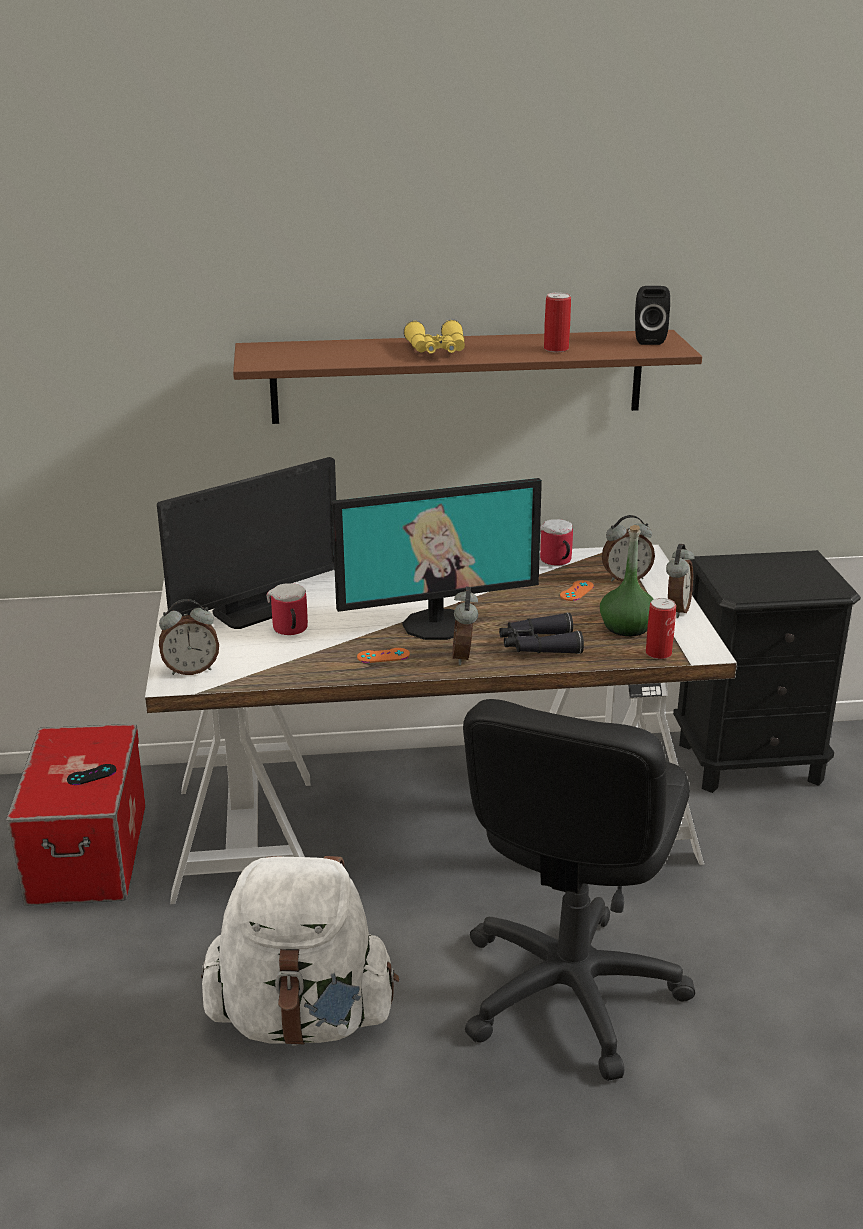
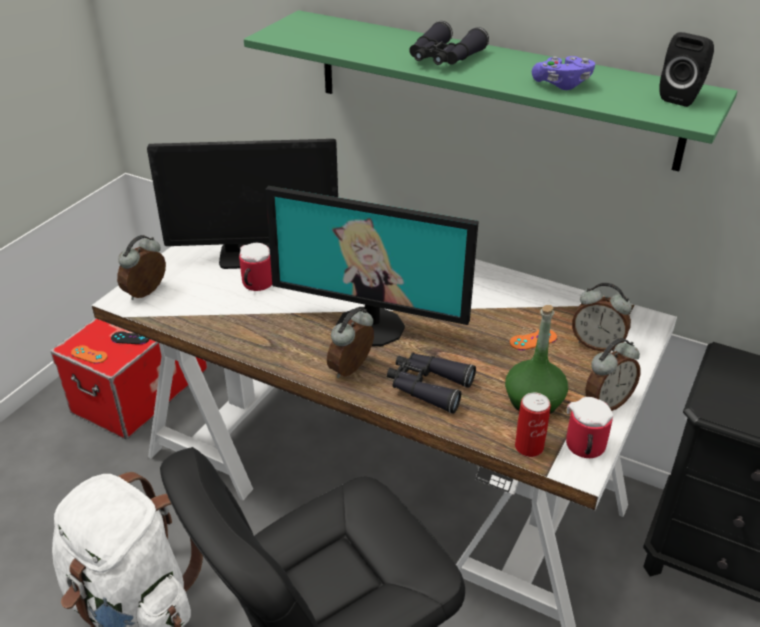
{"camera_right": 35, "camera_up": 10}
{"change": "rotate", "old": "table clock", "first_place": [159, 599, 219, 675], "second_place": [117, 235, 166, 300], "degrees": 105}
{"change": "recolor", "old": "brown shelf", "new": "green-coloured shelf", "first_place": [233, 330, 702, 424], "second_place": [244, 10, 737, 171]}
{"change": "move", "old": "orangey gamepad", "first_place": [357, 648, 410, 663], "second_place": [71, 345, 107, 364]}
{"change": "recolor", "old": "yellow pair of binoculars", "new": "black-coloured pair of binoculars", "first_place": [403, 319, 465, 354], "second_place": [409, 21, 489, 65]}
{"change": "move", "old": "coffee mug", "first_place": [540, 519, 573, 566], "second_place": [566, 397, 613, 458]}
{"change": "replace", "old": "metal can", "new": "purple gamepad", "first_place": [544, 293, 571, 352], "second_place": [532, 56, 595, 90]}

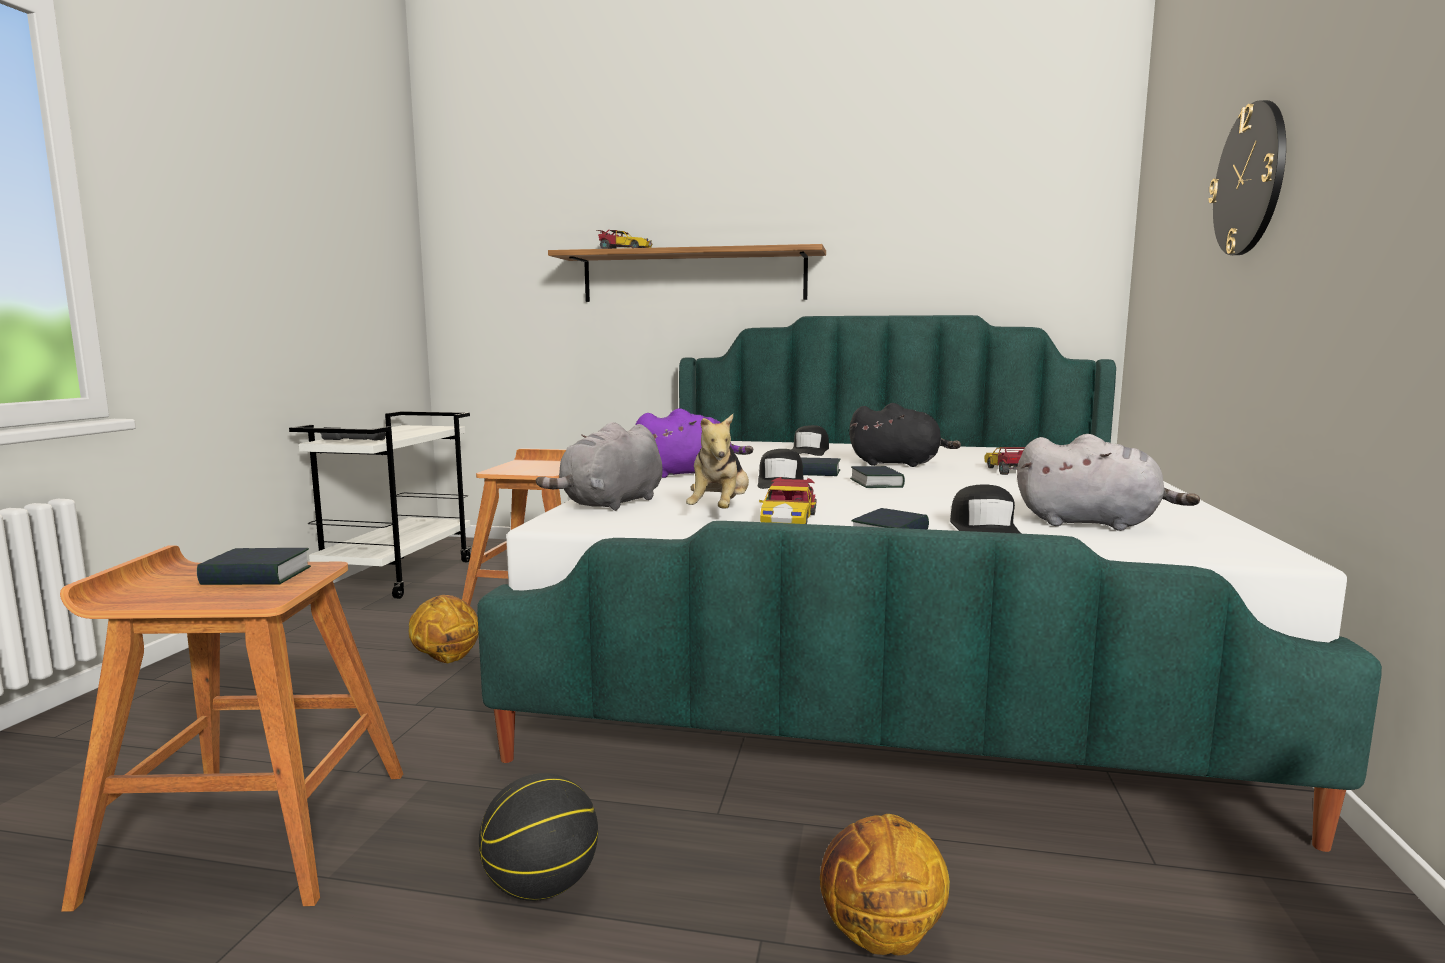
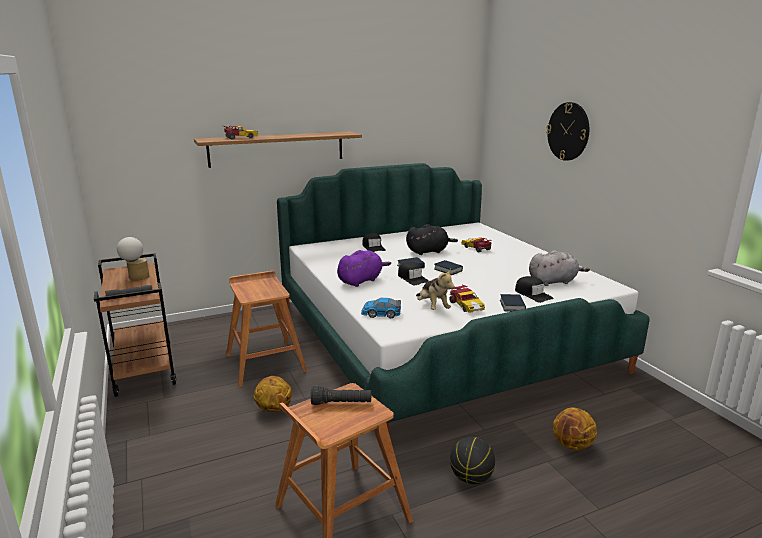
{"camera_right": -35, "camera_up": 10}
{"change": "replace", "old": "book", "new": "black-coloured hand torch", "first_place": [197, 548, 311, 585], "second_place": [311, 386, 371, 405]}
{"change": "recolor", "old": "whitish wheeled cart", "new": "brown wheeled cart", "first_place": [289, 411, 471, 599], "second_place": [94, 253, 176, 397]}
{"change": "replace", "old": "gray soft toy", "new": "miniature car", "first_place": [536, 422, 662, 511], "second_place": [361, 298, 401, 318]}
{"change": "insert", "new": "tabletop lamp", "second_place": [117, 237, 149, 281]}

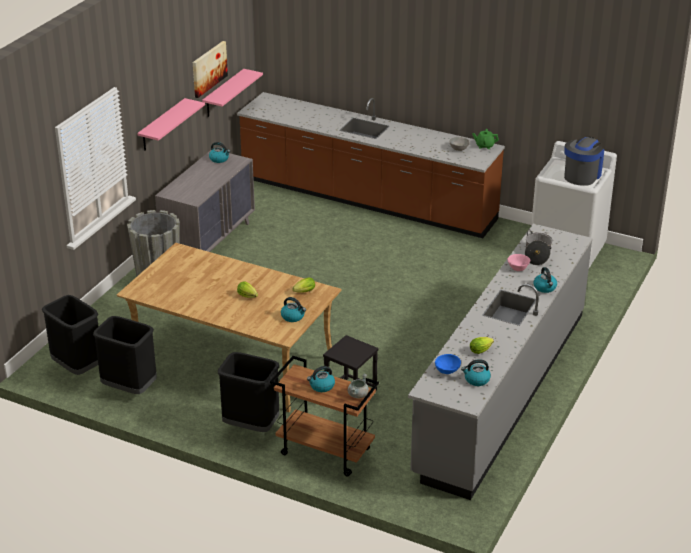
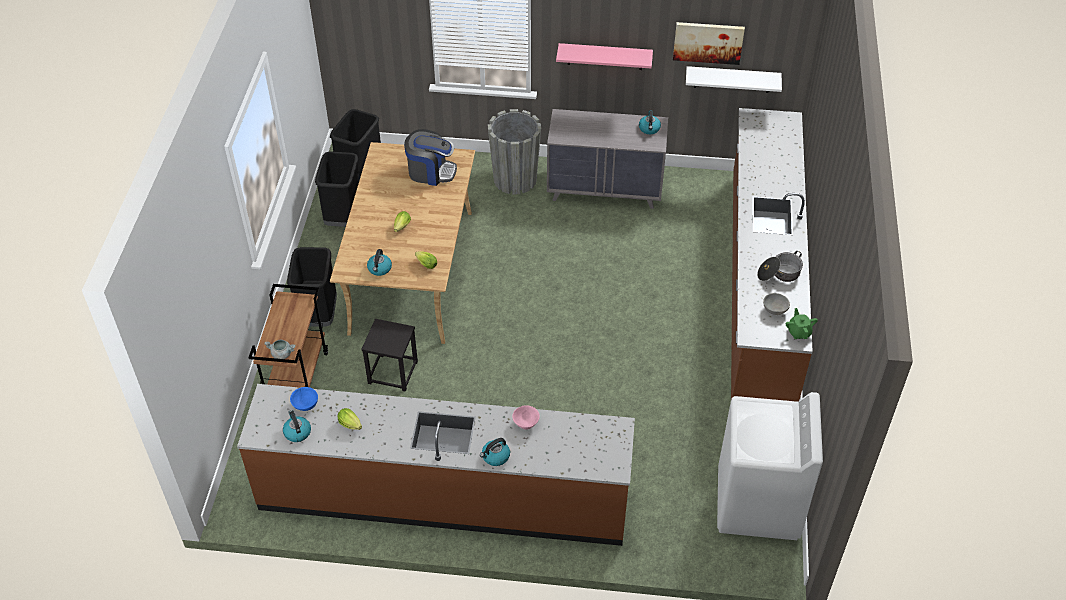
{"camera_right": 70, "camera_up": 15}
{"change": "recolor", "old": "pink-coloured shelf", "new": "whitish shelf", "first_place": [202, 69, 263, 117], "second_place": [686, 66, 782, 93]}
{"change": "delete", "old": "water kettle", "first_place": [307, 366, 335, 392]}
{"change": "recolor", "old": "gray kitchen counter", "new": "brown kitchen counter", "first_place": [408, 224, 593, 500], "second_place": [237, 384, 635, 546]}
{"change": "move", "old": "cooking pot", "first_place": [525, 230, 552, 265], "second_place": [757, 251, 803, 282]}
{"change": "move", "old": "coffee brewer", "first_place": [564, 137, 604, 186], "second_place": [404, 129, 457, 186]}

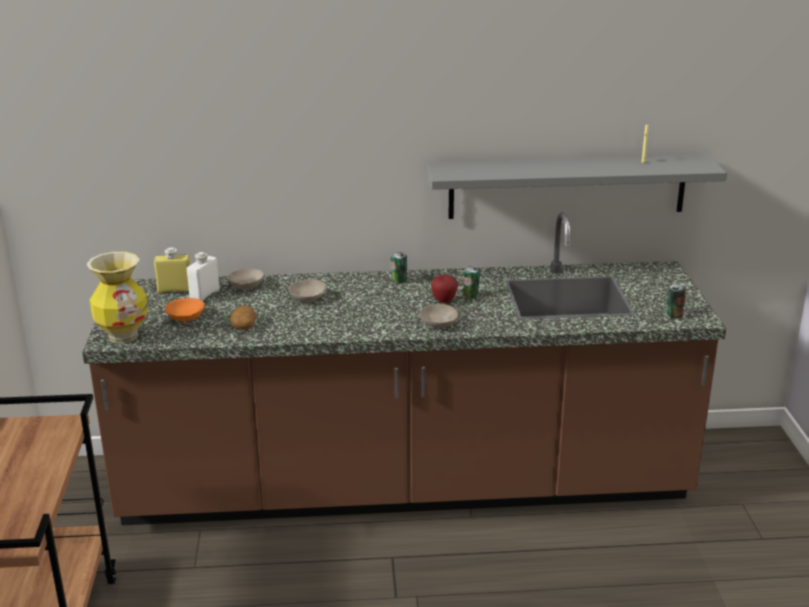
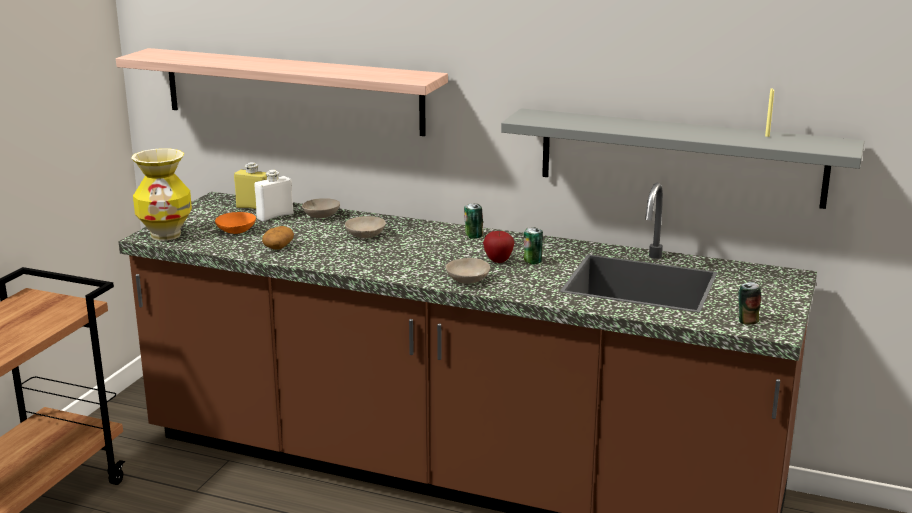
{"camera_right": 25, "camera_up": -5}
{"change": "insert", "new": "shelf", "second_place": [116, 48, 448, 136]}

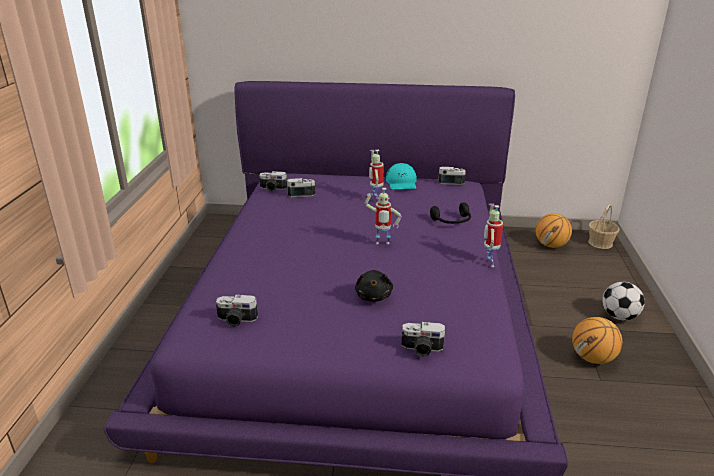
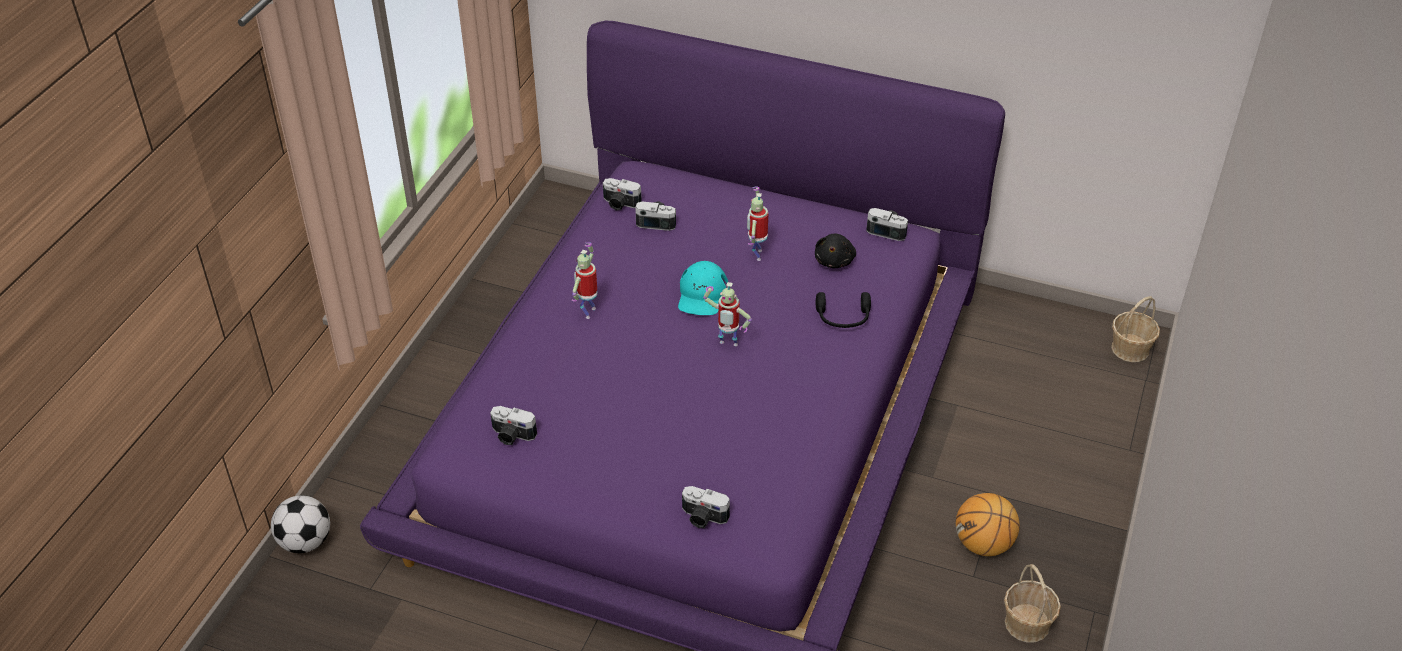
{"camera_right": 15, "camera_up": 15}
{"change": "move", "old": "black-coloured soft toy", "first_place": [355, 270, 393, 302], "second_place": [815, 233, 856, 268]}
{"change": "move", "old": "turquoise baseball cap", "first_place": [386, 163, 417, 189], "second_place": [678, 261, 728, 315]}
{"change": "move", "old": "model robot", "first_place": [484, 203, 503, 267], "second_place": [572, 242, 598, 319]}
{"change": "delete", "old": "ball for basketball", "first_place": [536, 213, 572, 248]}
{"change": "move", "old": "football", "first_place": [602, 282, 645, 320], "second_place": [271, 495, 330, 553]}
{"change": "insert", "new": "basket", "second_place": [1004, 564, 1061, 643]}

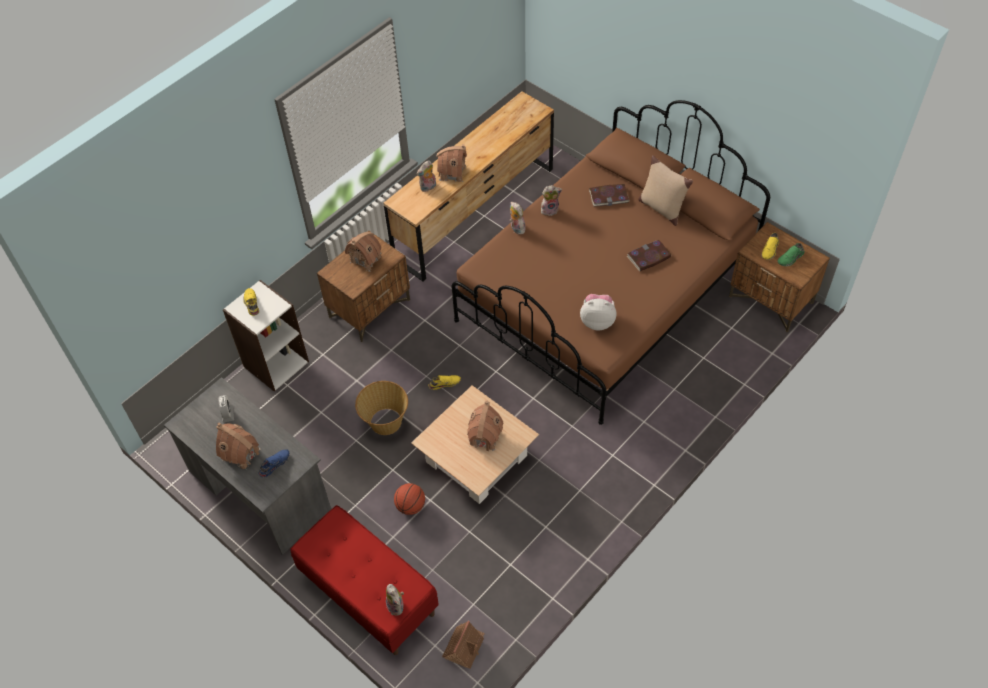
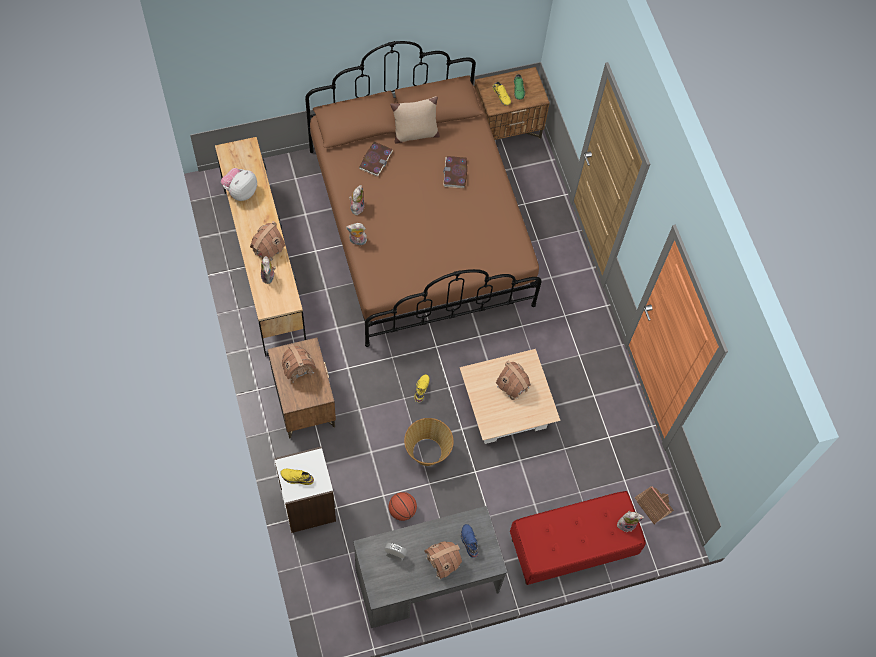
{"camera_right": -65, "camera_up": 10}
{"change": "move", "old": "ball for basketball", "first_place": [394, 483, 425, 515], "second_place": [388, 492, 417, 521]}
{"change": "move", "old": "soft toy", "first_place": [580, 294, 617, 330], "second_place": [221, 168, 257, 201]}

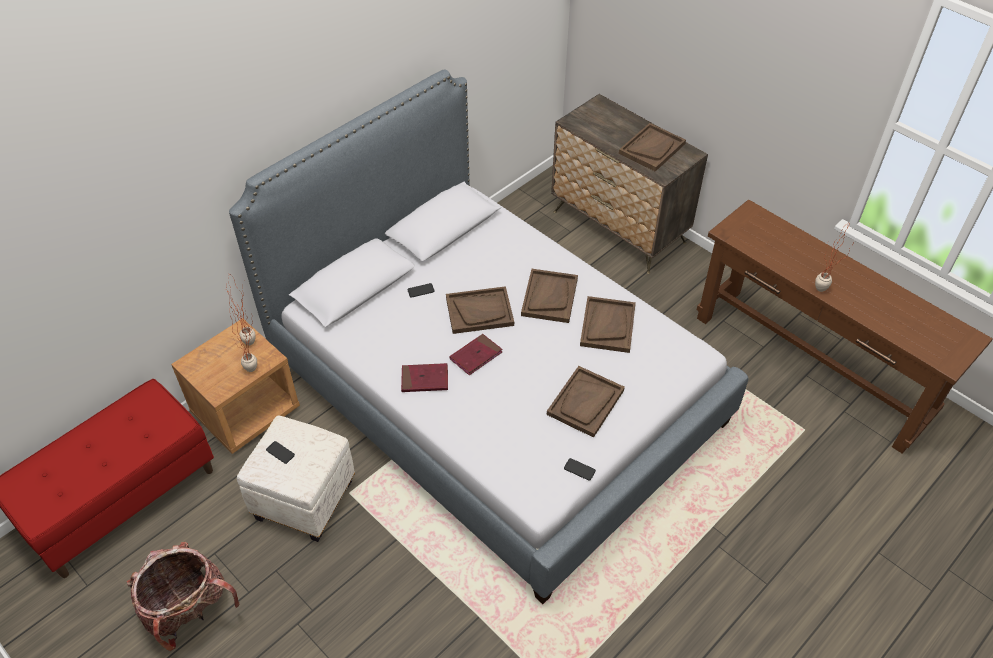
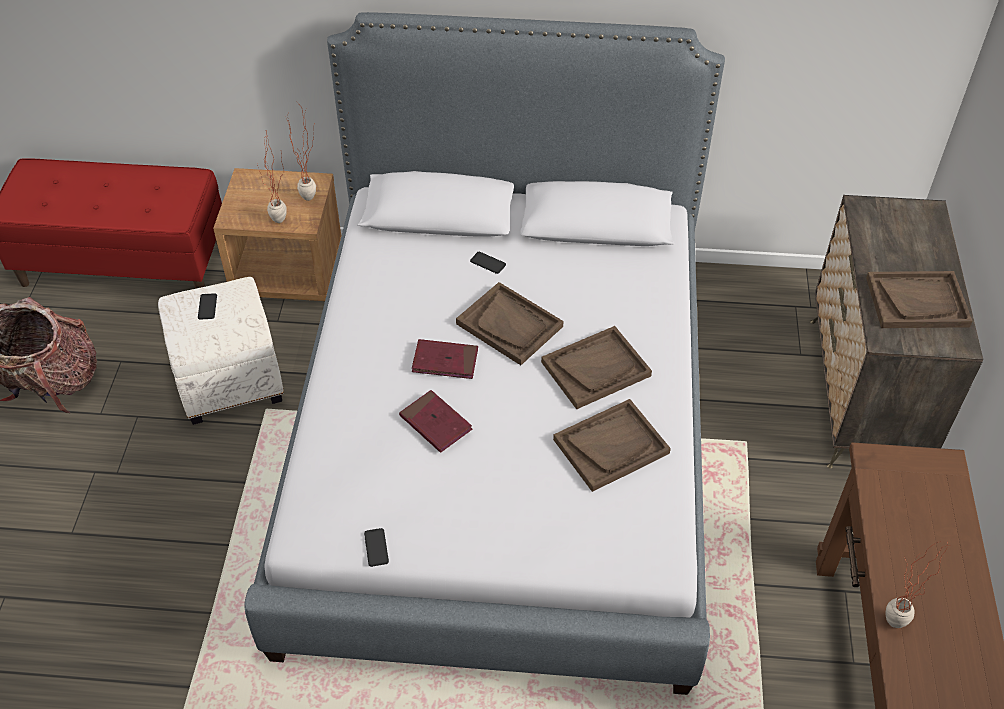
{"camera_right": 50, "camera_up": 0}
{"change": "move", "old": "red-coloured book", "first_place": [401, 363, 448, 392], "second_place": [399, 390, 472, 453]}
{"change": "delete", "old": "brown carrying tray", "first_place": [547, 366, 625, 438]}

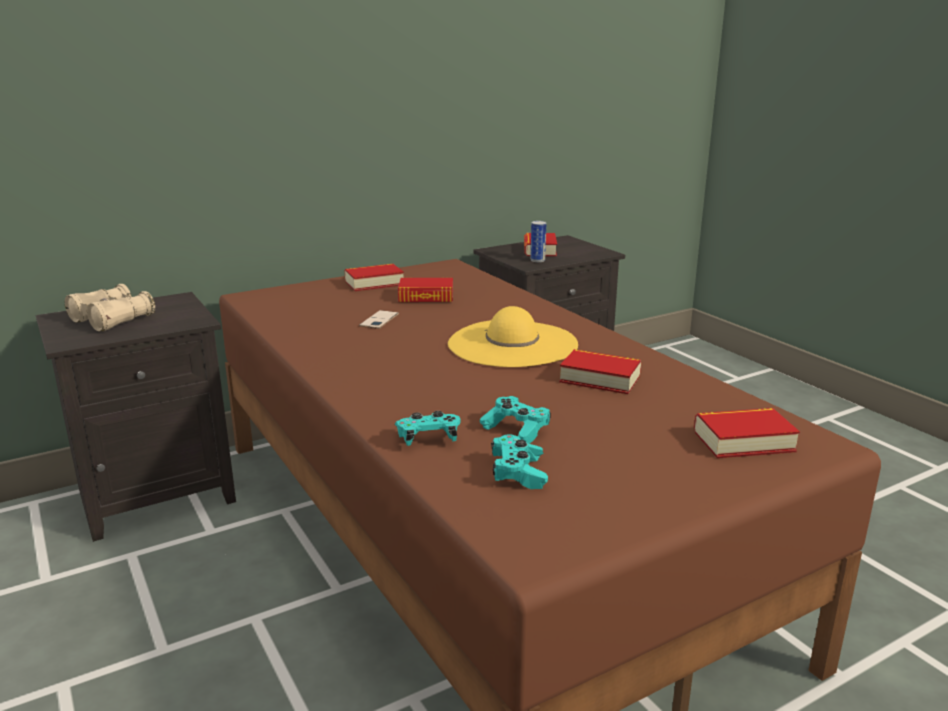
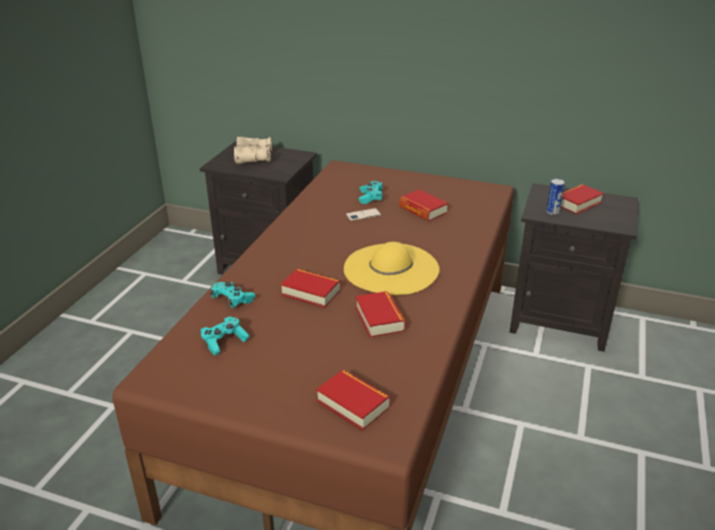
{"camera_right": 50, "camera_up": 10}
{"change": "move", "old": "book", "first_place": [345, 264, 404, 291], "second_place": [281, 269, 341, 308]}
{"change": "move", "old": "turquoise gamepad", "first_place": [480, 396, 551, 443], "second_place": [359, 181, 383, 204]}

